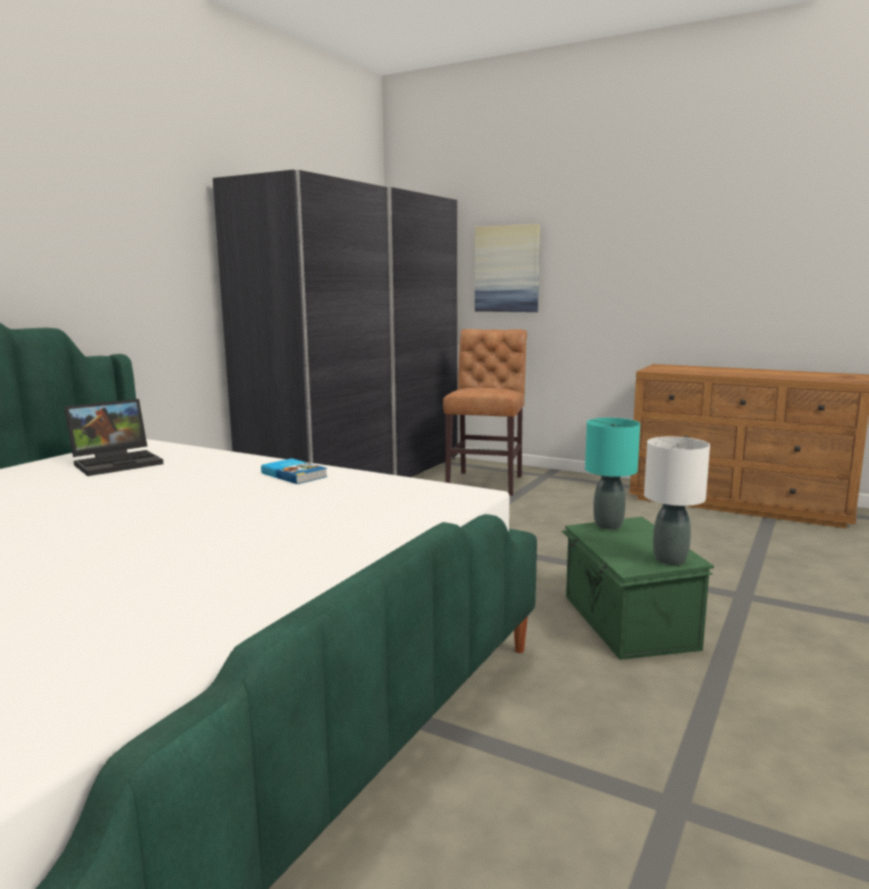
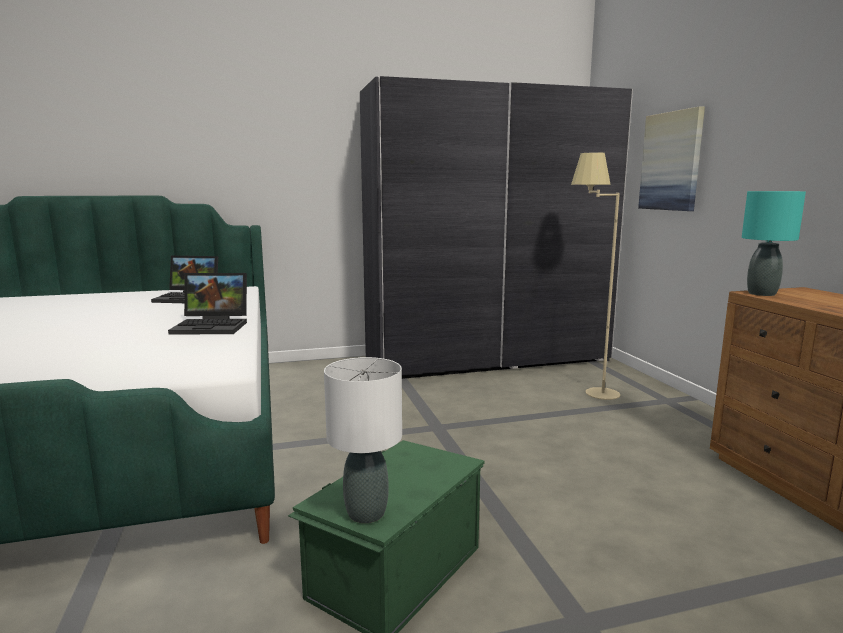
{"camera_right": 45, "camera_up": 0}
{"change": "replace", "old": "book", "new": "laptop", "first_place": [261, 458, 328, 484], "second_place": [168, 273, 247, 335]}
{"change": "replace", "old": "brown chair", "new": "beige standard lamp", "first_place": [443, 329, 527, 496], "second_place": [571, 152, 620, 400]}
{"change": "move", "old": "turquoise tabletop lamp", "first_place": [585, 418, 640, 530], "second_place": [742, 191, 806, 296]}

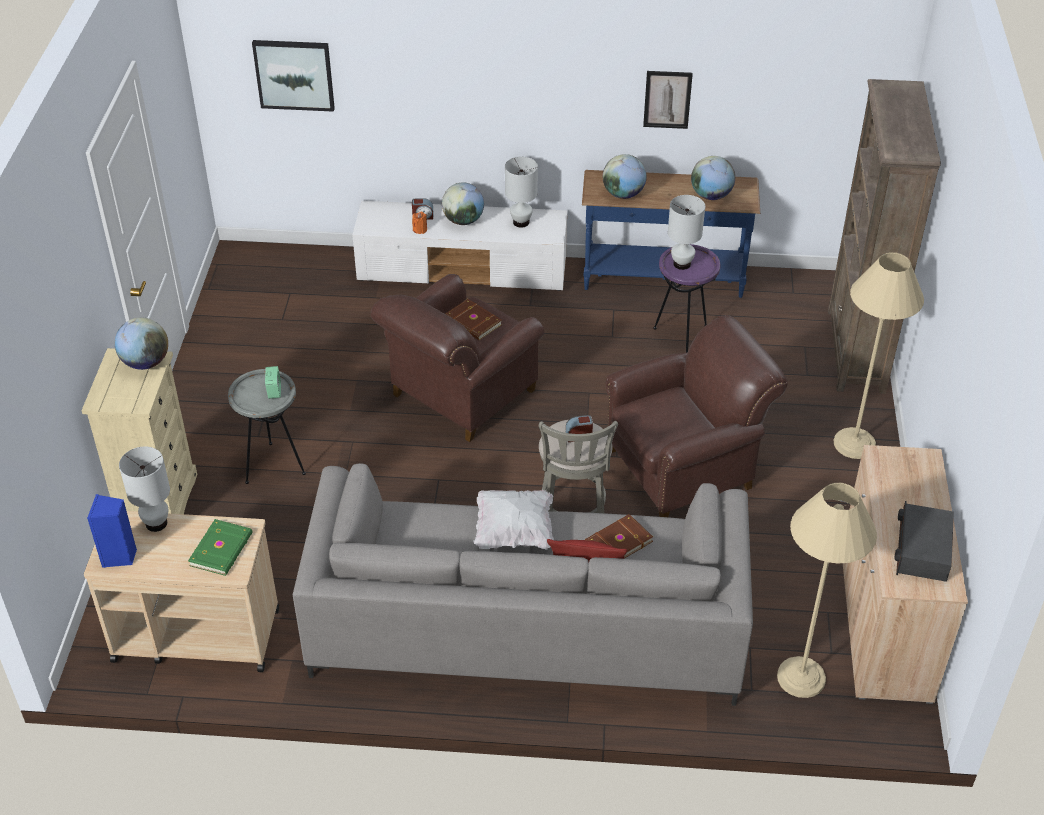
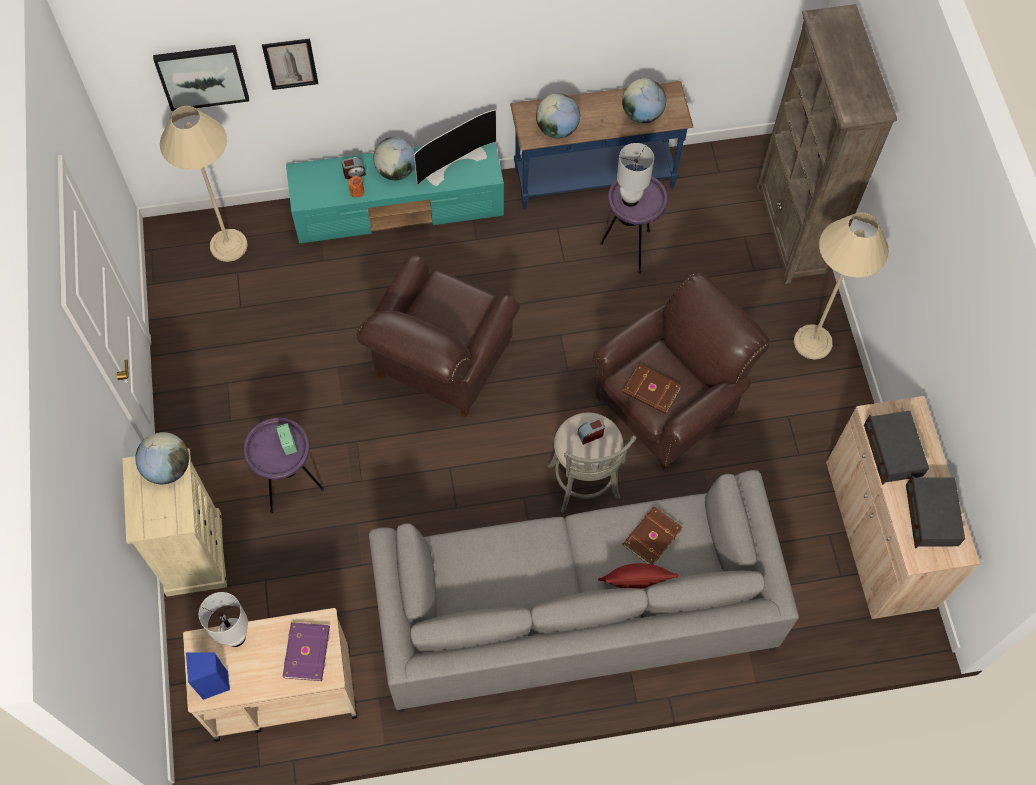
{"camera_right": -15, "camera_up": 20}
{"change": "recolor", "old": "green-coloured book", "new": "purple book", "first_place": [188, 519, 253, 576], "second_place": [283, 622, 330, 681]}
{"change": "recolor", "old": "gray side table", "new": "purple side table", "first_place": [228, 369, 306, 484], "second_place": [243, 418, 324, 513]}
{"change": "recolor", "old": "whitish tv stand", "new": "turquoise tv stand", "first_place": [352, 201, 567, 291], "second_place": [286, 142, 504, 243]}
{"change": "move", "old": "brown book", "first_place": [445, 299, 502, 340], "second_place": [622, 364, 681, 414]}
{"change": "delete", "old": "whitish throw pillow", "first_place": [473, 490, 554, 550]}
{"change": "replace", "old": "whitish tabletop lamp", "new": "TV", "first_place": [505, 157, 538, 228], "second_place": [414, 109, 496, 186]}
{"change": "move", "old": "picture", "first_place": [643, 71, 693, 129], "second_place": [262, 39, 318, 90]}
{"change": "move", "old": "beige standard lamp", "first_place": [777, 483, 877, 698], "second_place": [160, 105, 248, 262]}
{"change": "insert", "new": "radio set", "second_place": [864, 411, 929, 485]}

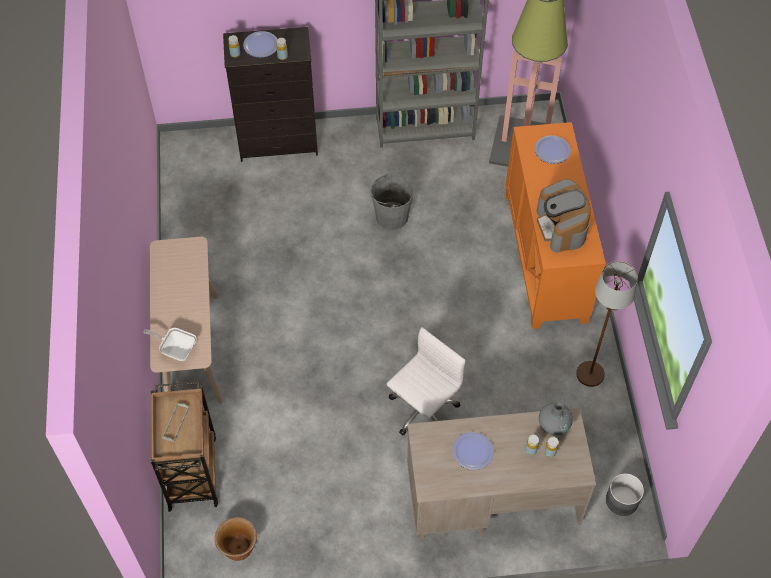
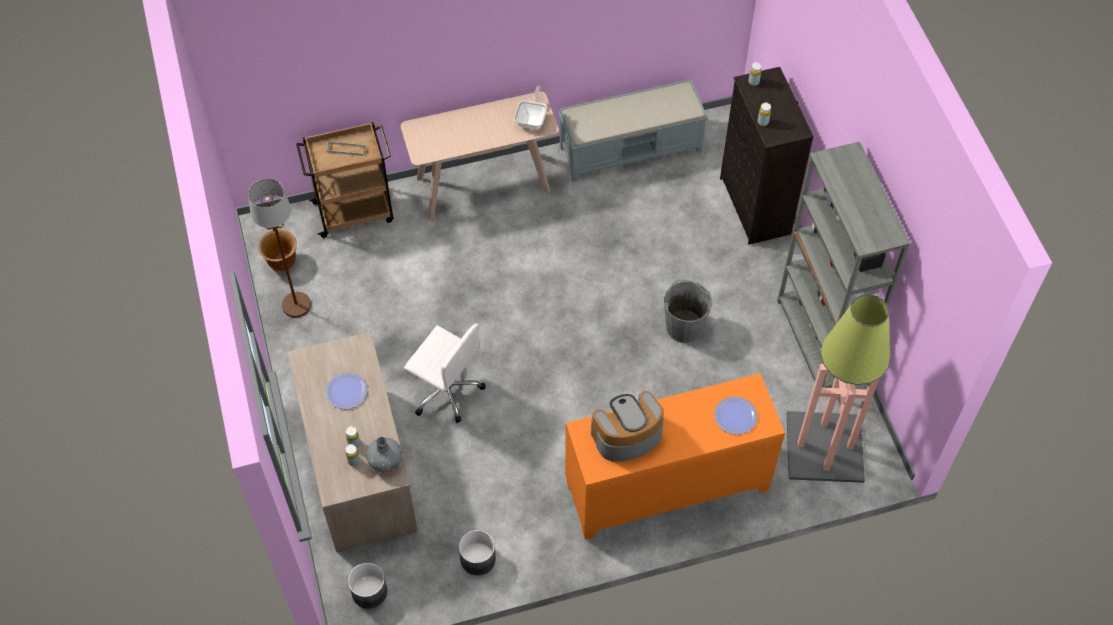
{"camera_right": 80, "camera_up": 0}
{"change": "move", "old": "skillet", "first_place": [143, 328, 197, 361], "second_place": [514, 86, 547, 130]}
{"change": "delete", "old": "dinner plate", "first_place": [243, 31, 277, 58]}
{"change": "move", "old": "brown standard lamp", "first_place": [576, 261, 638, 387], "second_place": [248, 179, 311, 318]}
{"change": "insert", "new": "gray plant pot", "second_place": [459, 530, 496, 575]}
{"change": "insert", "new": "gray indoor bench", "second_place": [558, 79, 708, 182]}

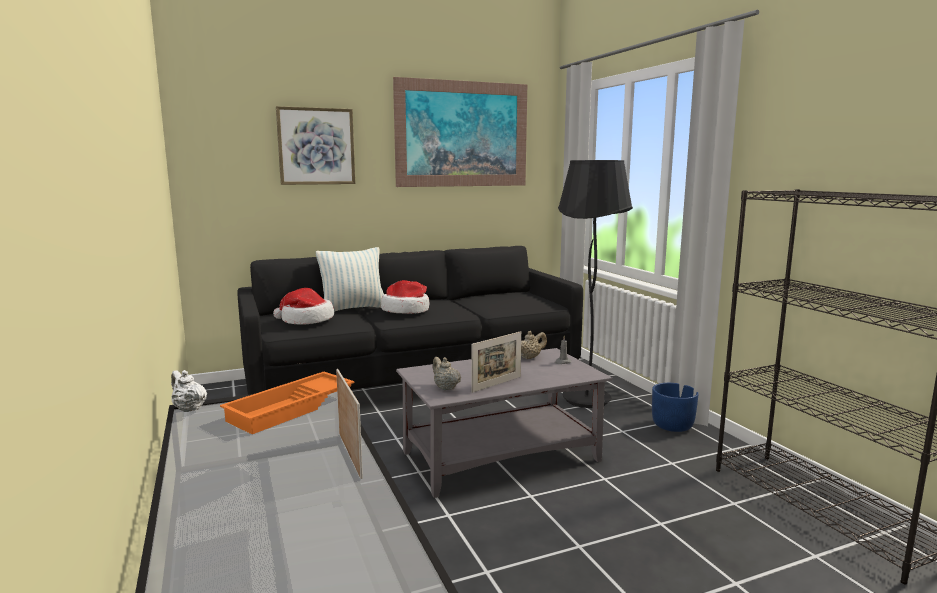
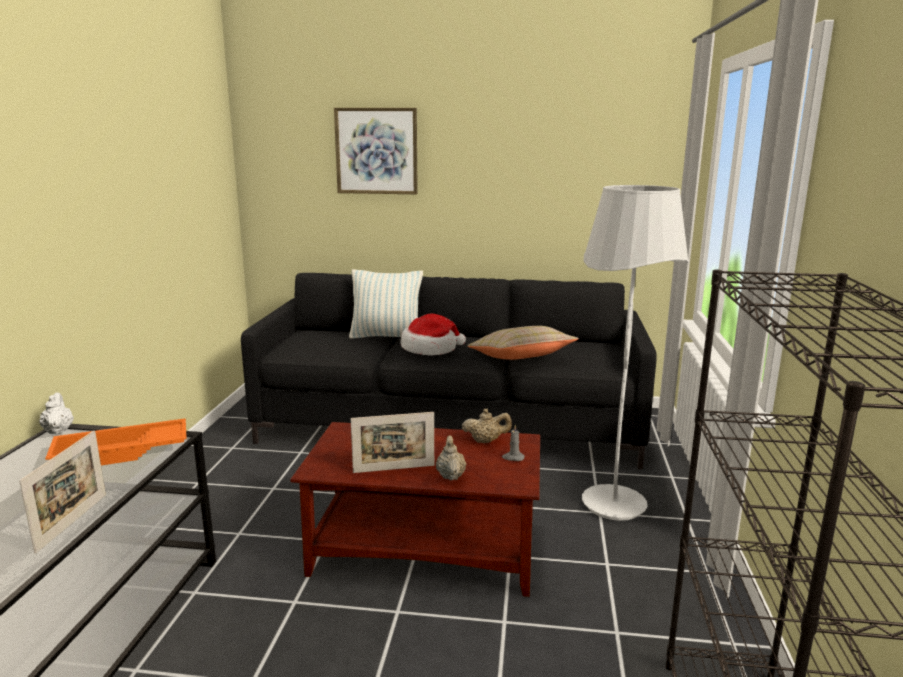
{"camera_right": 30, "camera_up": 5}
{"change": "delete", "old": "wearable hat", "first_place": [273, 288, 334, 325]}
{"change": "delete", "old": "picture", "first_place": [393, 77, 527, 187]}
{"change": "recolor", "old": "gray low table", "new": "brown low table", "first_place": [396, 348, 612, 498], "second_place": [290, 422, 540, 597]}
{"change": "move", "old": "beige teapot", "first_place": [432, 357, 461, 390], "second_place": [436, 435, 467, 481]}
{"change": "recolor", "old": "black-coloured standard lamp", "new": "whitish standard lamp", "first_place": [558, 160, 633, 408], "second_place": [582, 185, 689, 521]}
{"change": "delete", "old": "blue-coloured plant pot", "first_place": [652, 383, 699, 432]}
{"change": "insert", "new": "beige throw pillow", "second_place": [467, 326, 578, 360]}

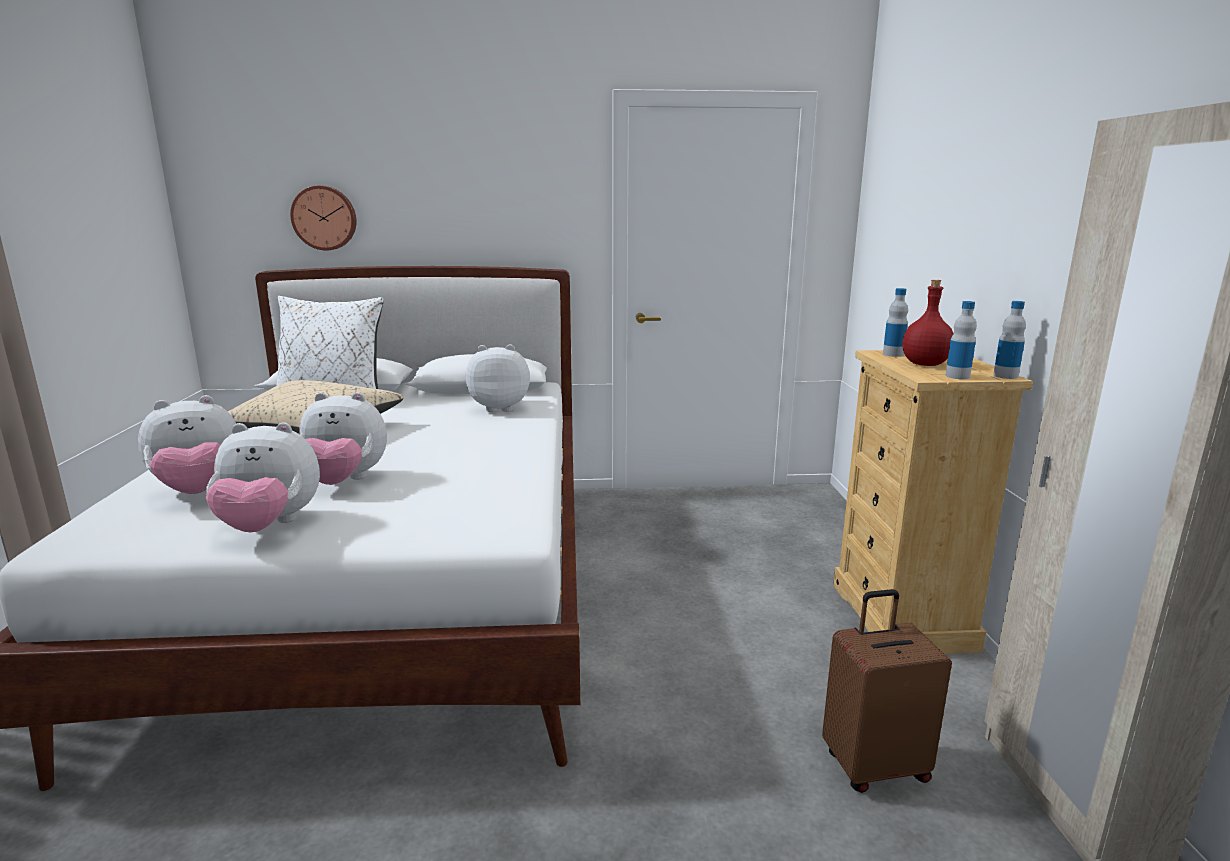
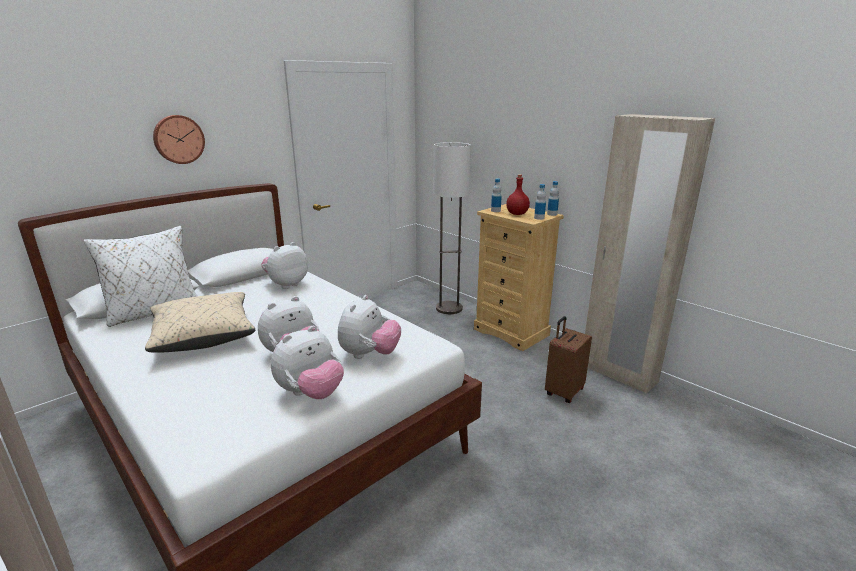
{"camera_right": -40, "camera_up": 5}
{"change": "move", "old": "soft toy", "first_place": [138, 395, 236, 494], "second_place": [338, 295, 401, 359]}
{"change": "move", "old": "clock on the wall", "first_place": [290, 186, 357, 251], "second_place": [153, 115, 205, 164]}
{"change": "insert", "new": "standard lamp", "second_place": [434, 142, 471, 314]}

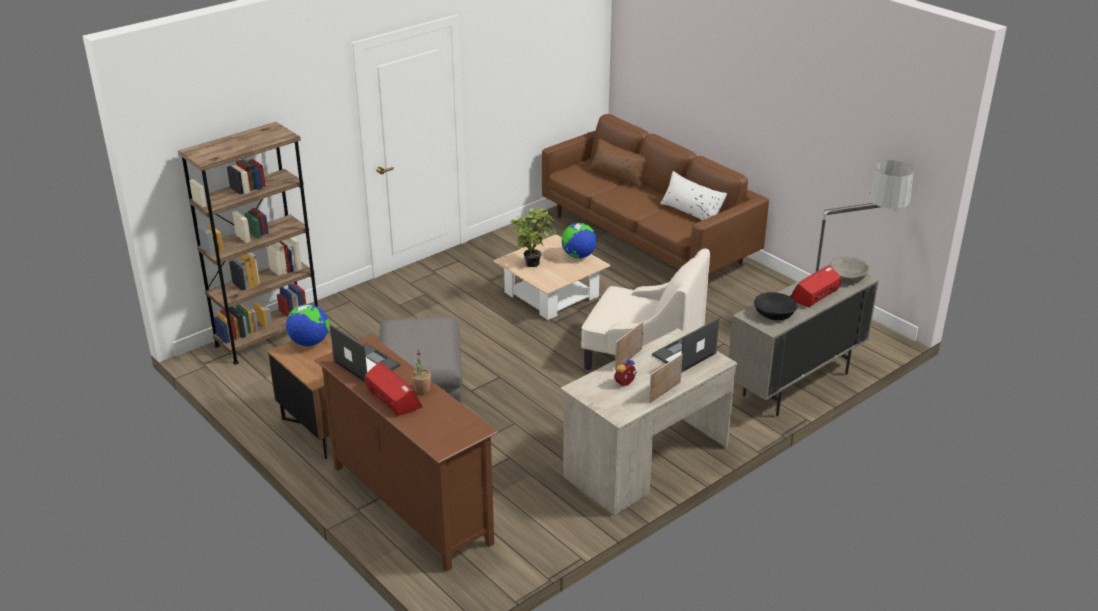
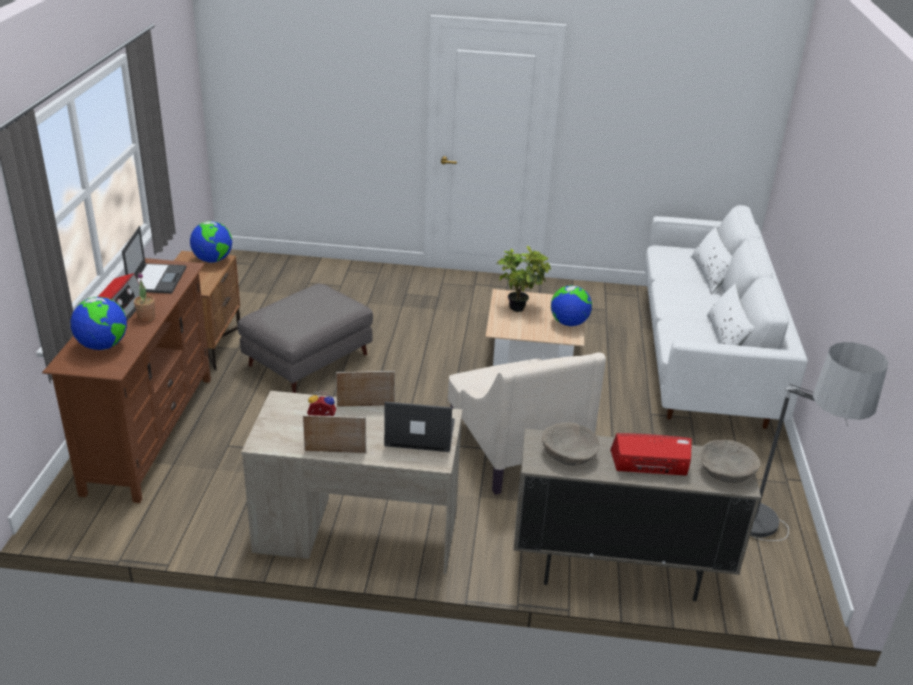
{"camera_right": 45, "camera_up": 0}
{"change": "delete", "old": "brown bookshelf", "first_place": [178, 122, 318, 365]}
{"change": "recolor", "old": "brown settee", "new": "whitish settee", "first_place": [542, 114, 769, 274], "second_place": [645, 205, 808, 429]}
{"change": "recolor", "old": "brown throw pillow", "new": "whitish throw pillow", "first_place": [589, 138, 645, 189], "second_place": [691, 227, 732, 294]}
{"change": "recolor", "old": "black-coloured deep dish", "new": "beige deep dish", "first_place": [754, 292, 798, 320], "second_place": [542, 422, 599, 466]}
{"change": "insert", "new": "world globe", "second_place": [70, 297, 127, 350]}

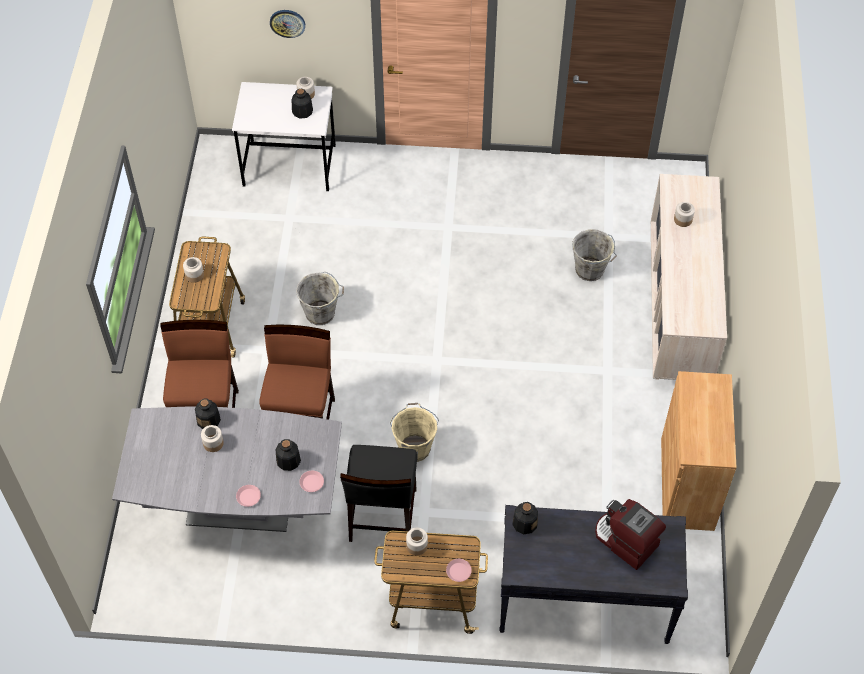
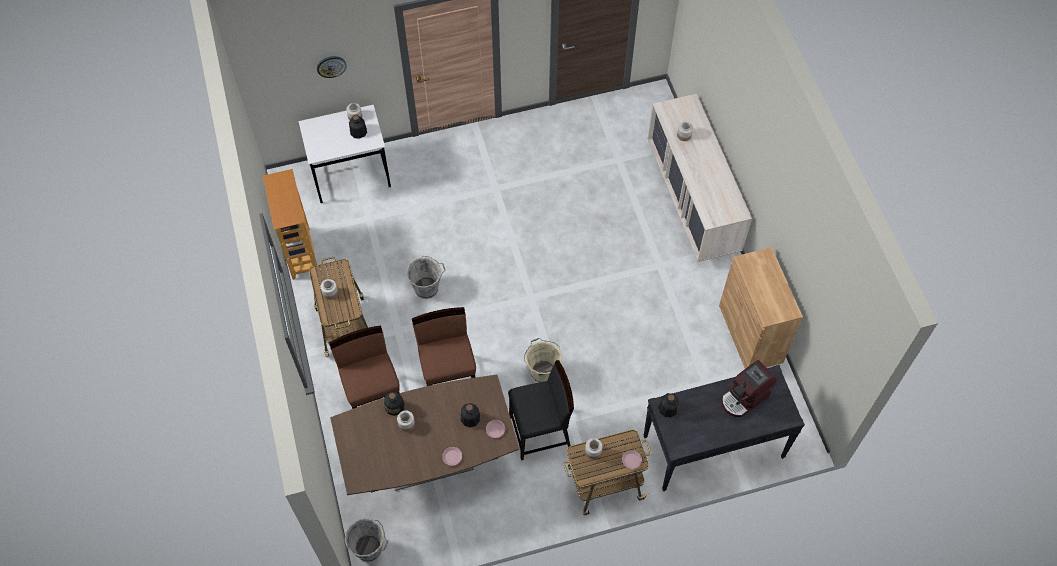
{"camera_right": -20, "camera_up": 5}
{"change": "recolor", "old": "gray kitchen table", "new": "brown kitchen table", "first_place": [112, 406, 342, 532], "second_place": [330, 375, 519, 495]}
{"change": "rotate", "old": "black-coloured chair", "first_place": [340, 445, 417, 542], "second_place": [508, 360, 574, 460], "degrees": -90}
{"change": "move", "old": "gray pail", "first_place": [572, 229, 617, 281], "second_place": [345, 518, 388, 562]}
{"change": "rotate", "old": "coffee brewer", "first_place": [595, 499, 666, 570], "second_place": [721, 360, 776, 417], "degrees": -60}
{"change": "insert", "new": "bookshelf", "second_place": [263, 169, 317, 280]}

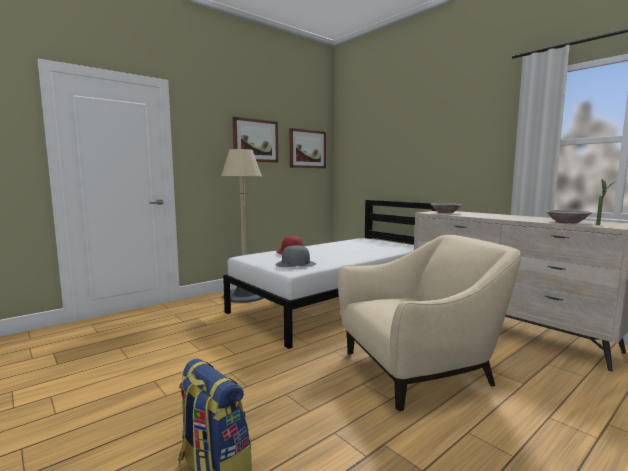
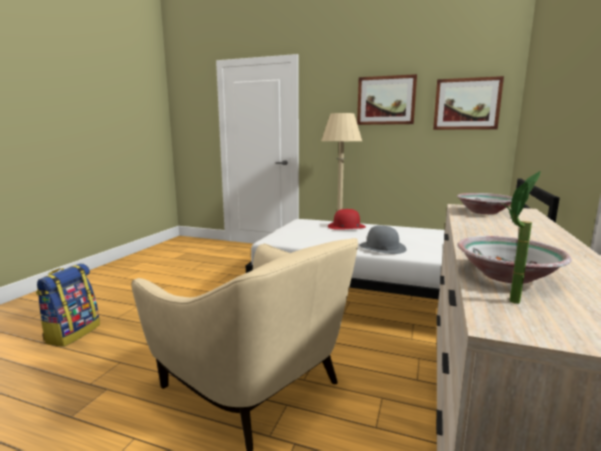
{"camera_right": 60, "camera_up": 5}
{"change": "move", "old": "gray wearable hat", "first_place": [276, 245, 316, 267], "second_place": [359, 225, 407, 254]}

